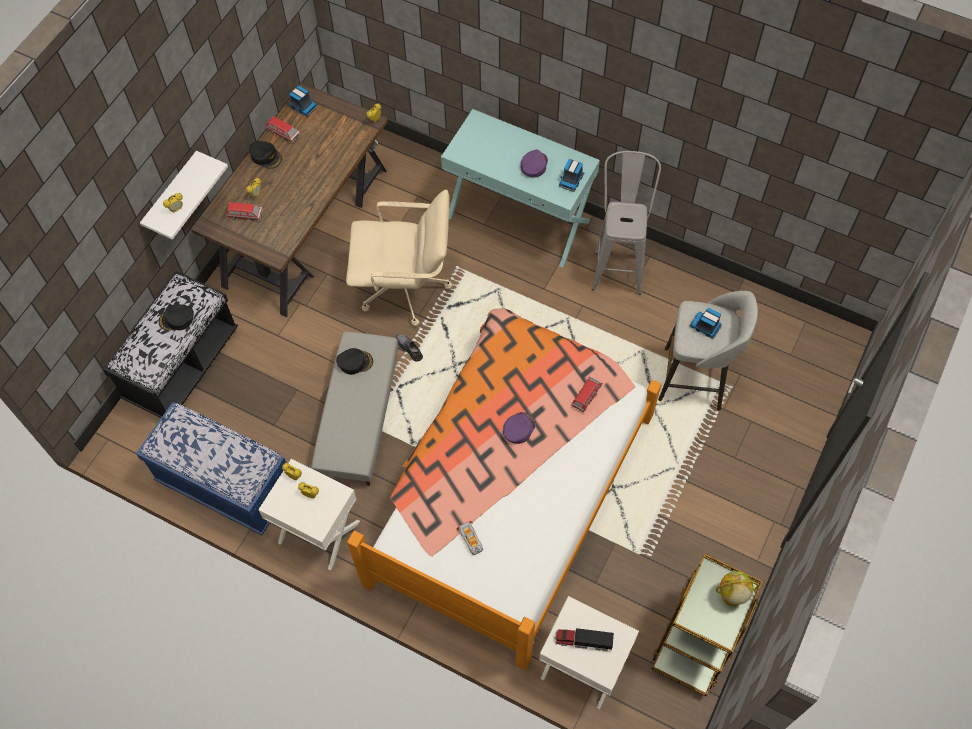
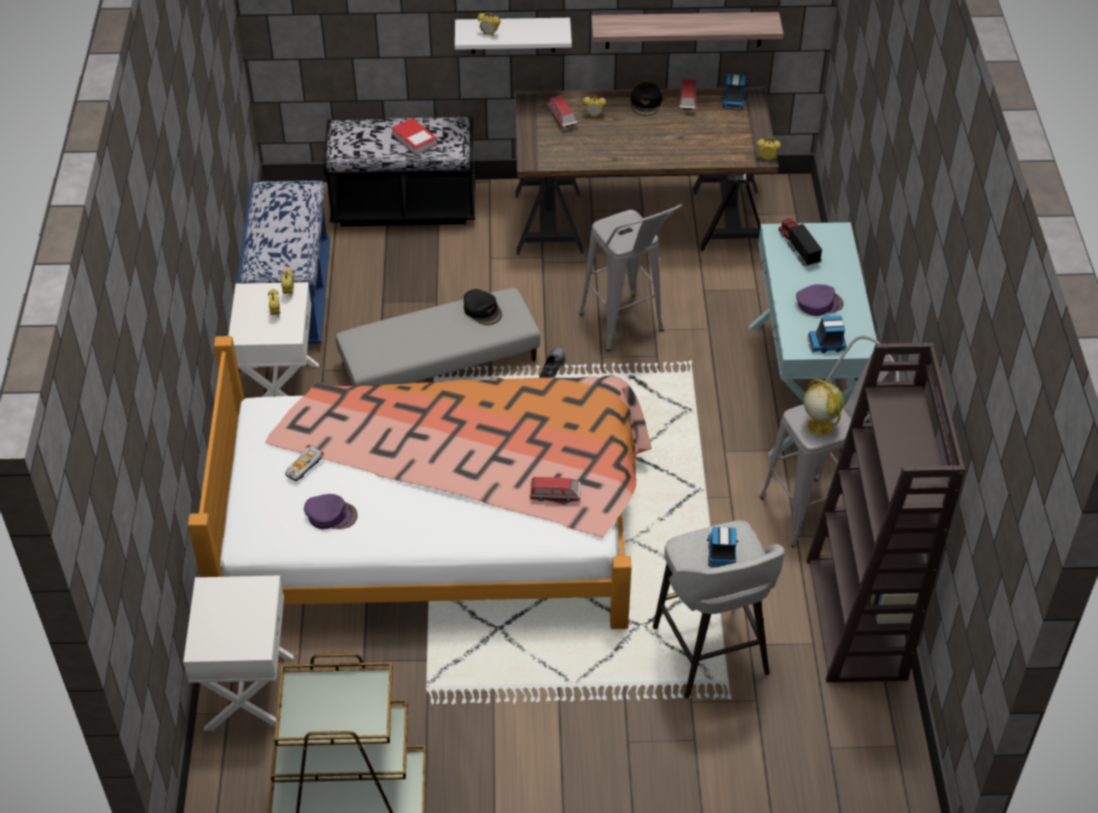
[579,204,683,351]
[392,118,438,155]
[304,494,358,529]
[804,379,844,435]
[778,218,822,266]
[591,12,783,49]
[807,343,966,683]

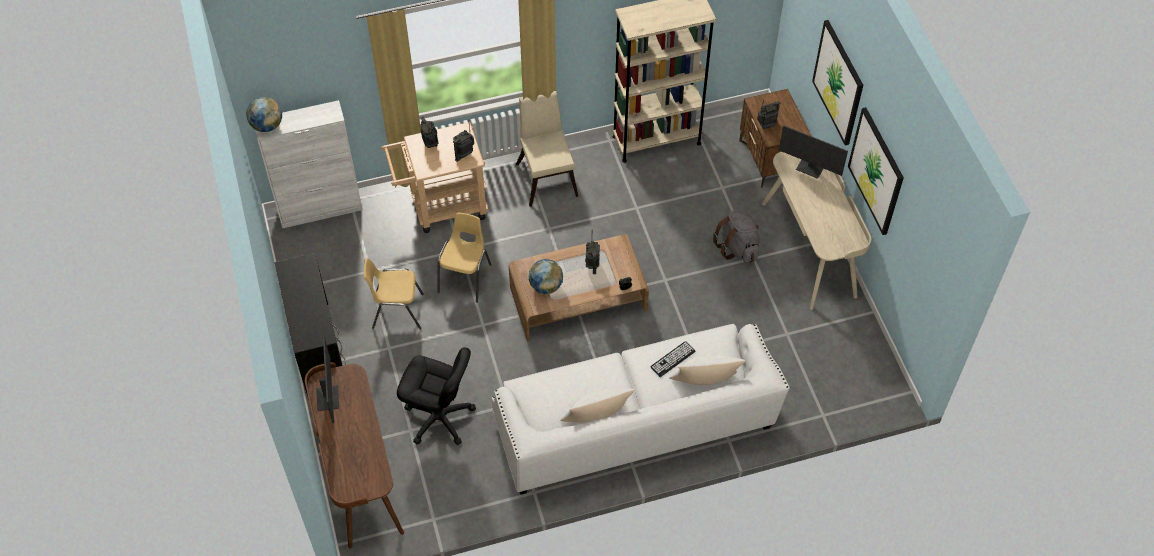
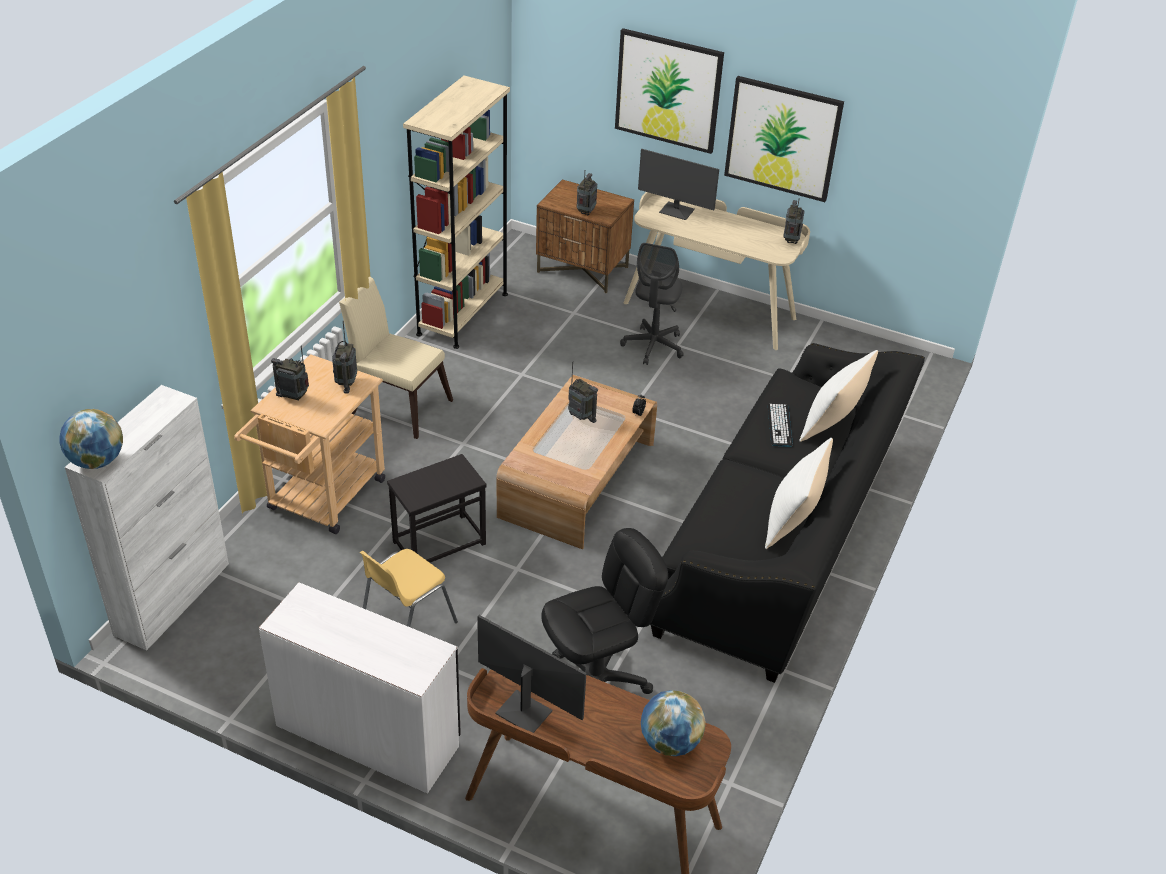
[638,149,719,220]
[620,243,684,365]
[387,454,487,563]
[259,582,461,794]
[641,690,706,756]
[650,343,925,683]
[783,198,804,244]

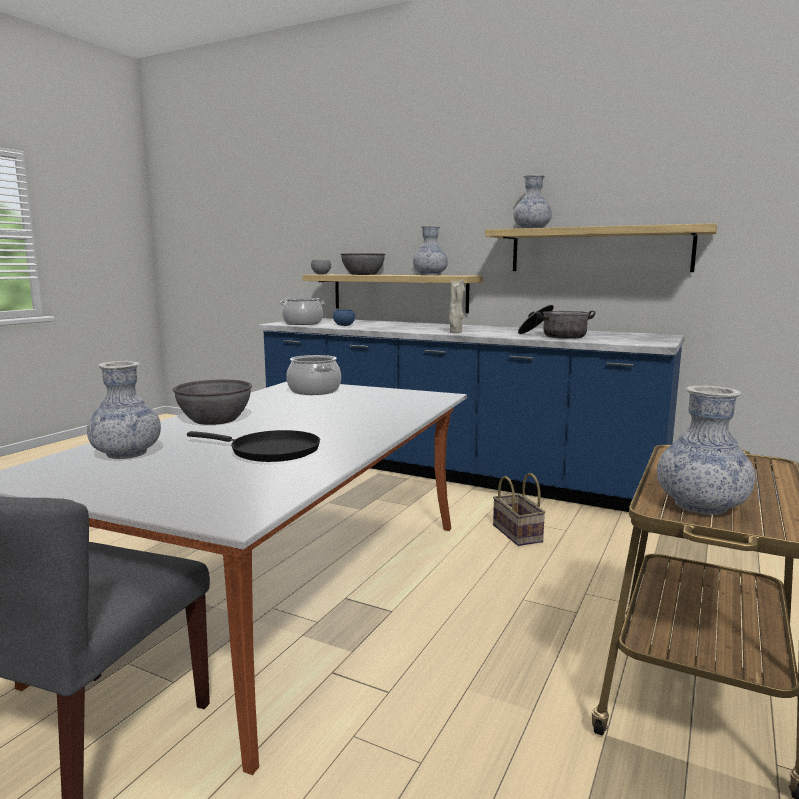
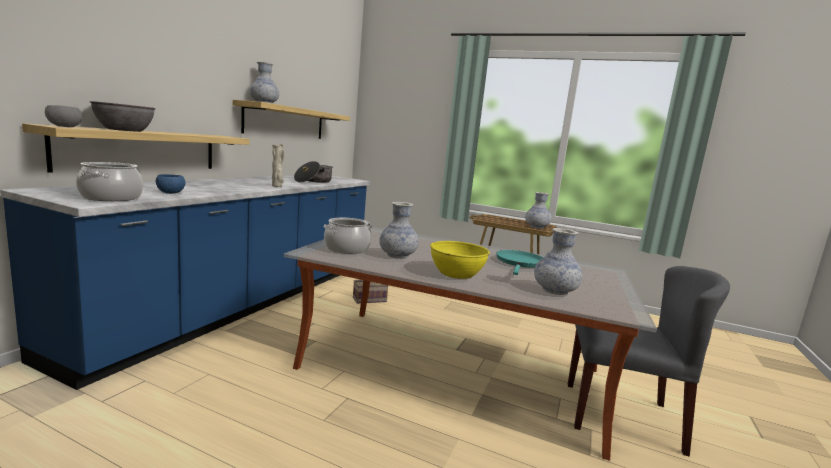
[379,202,419,259]
[430,241,490,279]
[496,250,543,275]

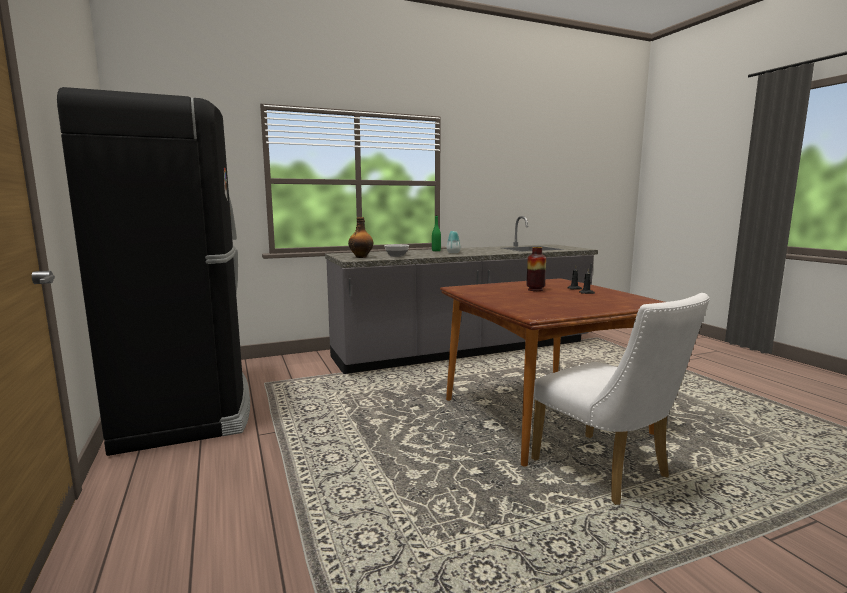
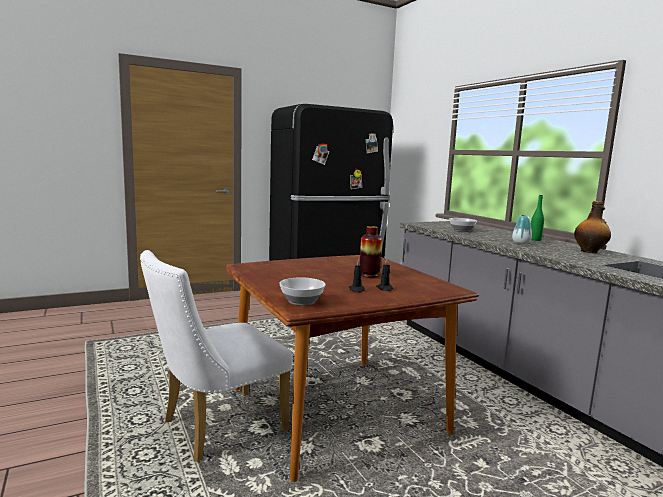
[574,201,611,253]
[279,277,326,306]

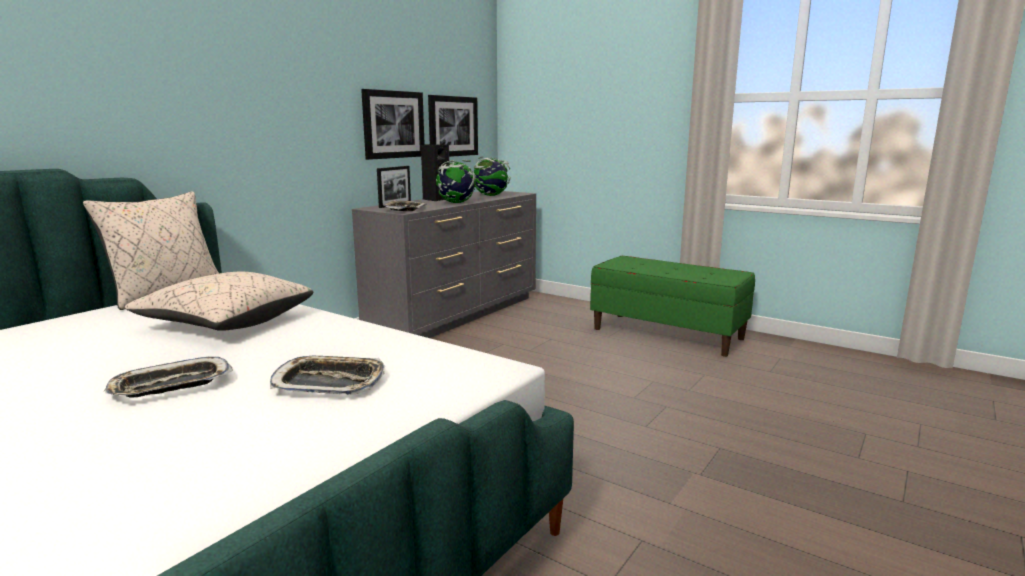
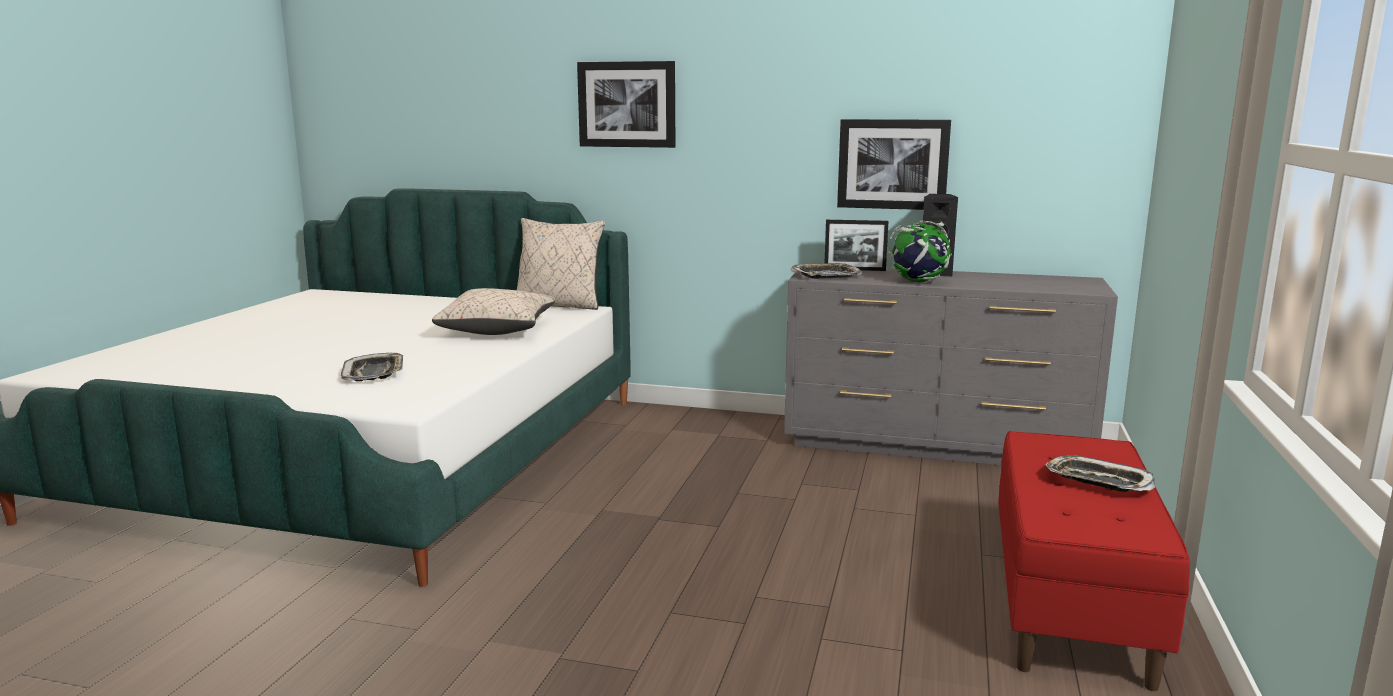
[577,61,675,148]
[474,157,511,196] (first image)
[998,431,1190,691]
[1046,455,1155,492]

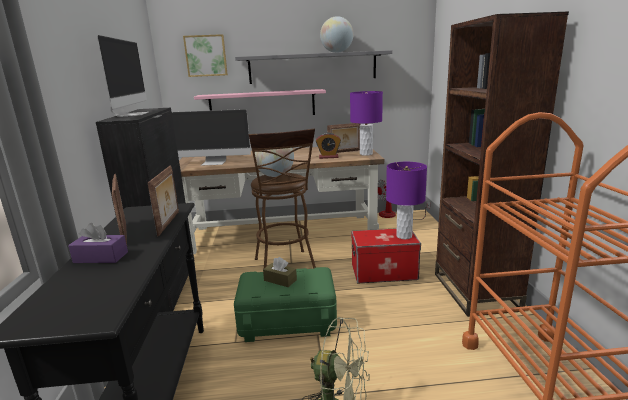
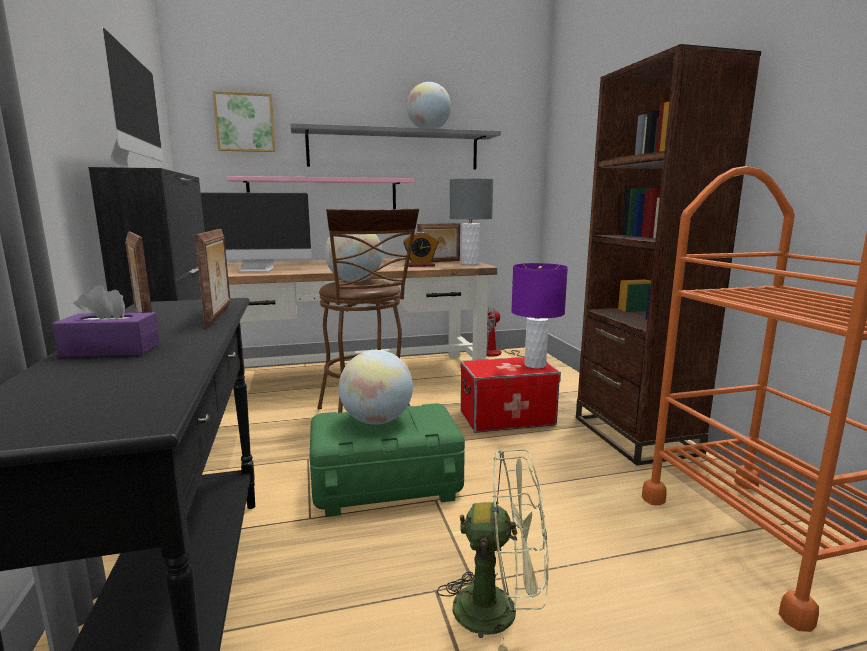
[450,179,493,265]
[339,350,413,425]

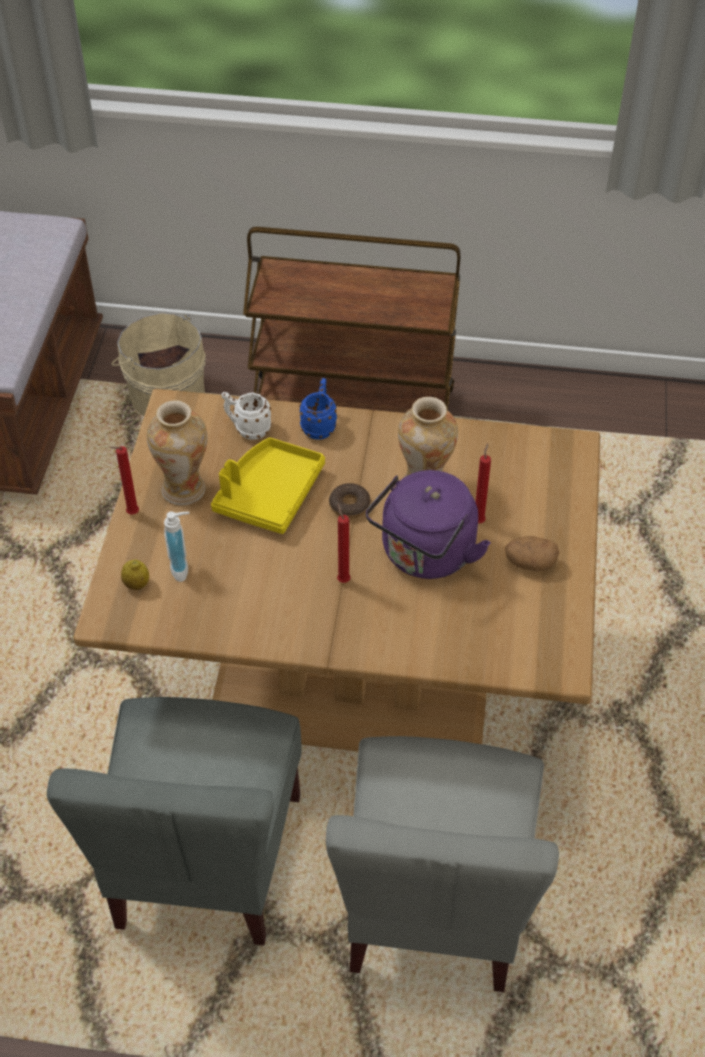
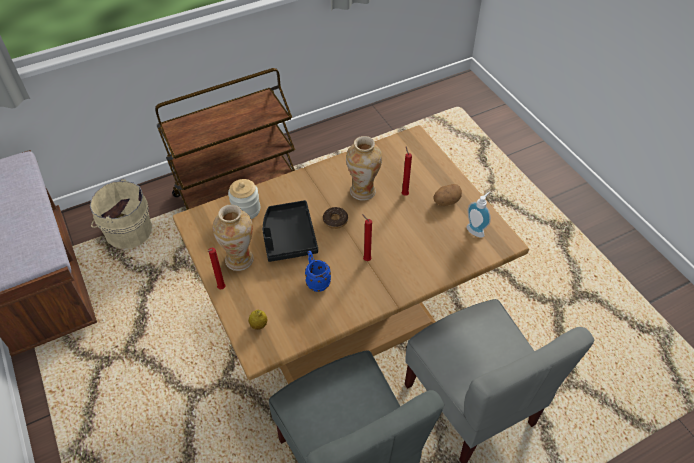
[305,251,331,292]
[228,179,261,219]
[262,200,318,262]
[366,470,491,579] (first image)
[466,192,491,238]

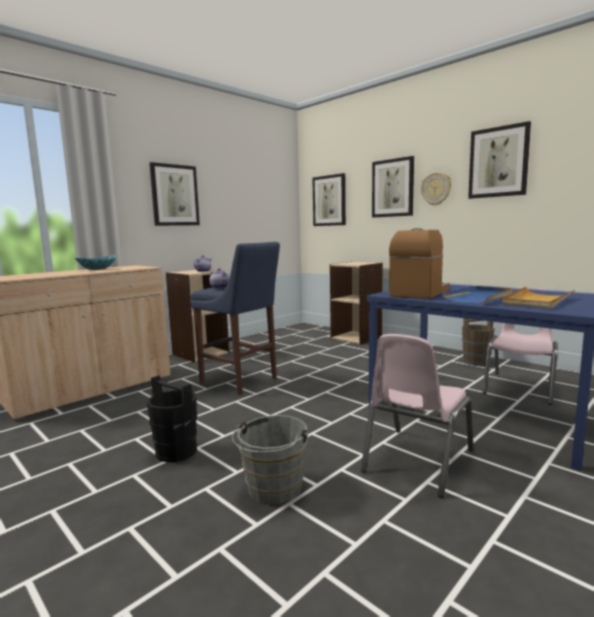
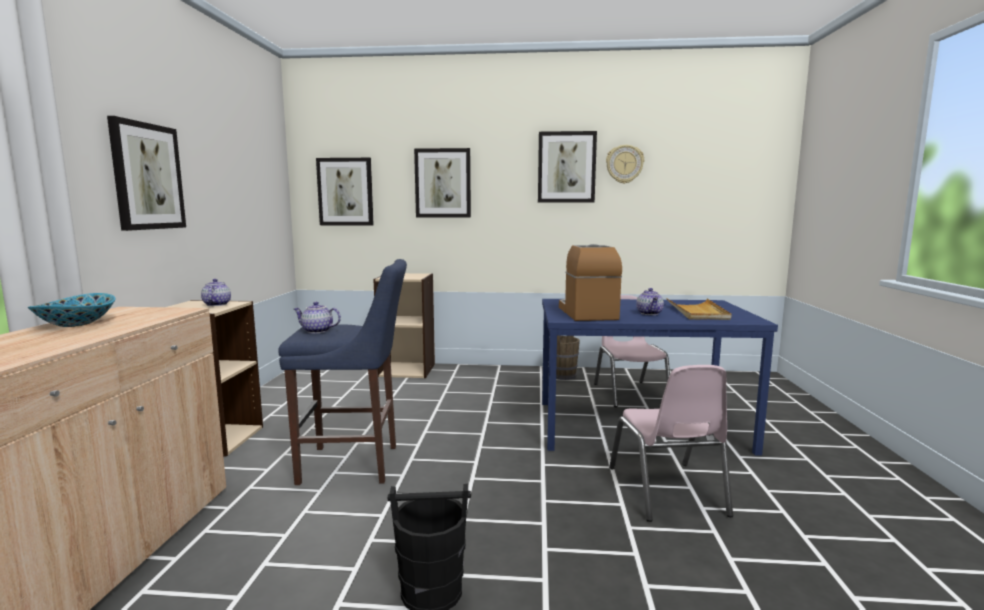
[606,145,644,184]
[636,288,664,315]
[232,415,308,504] (first image)

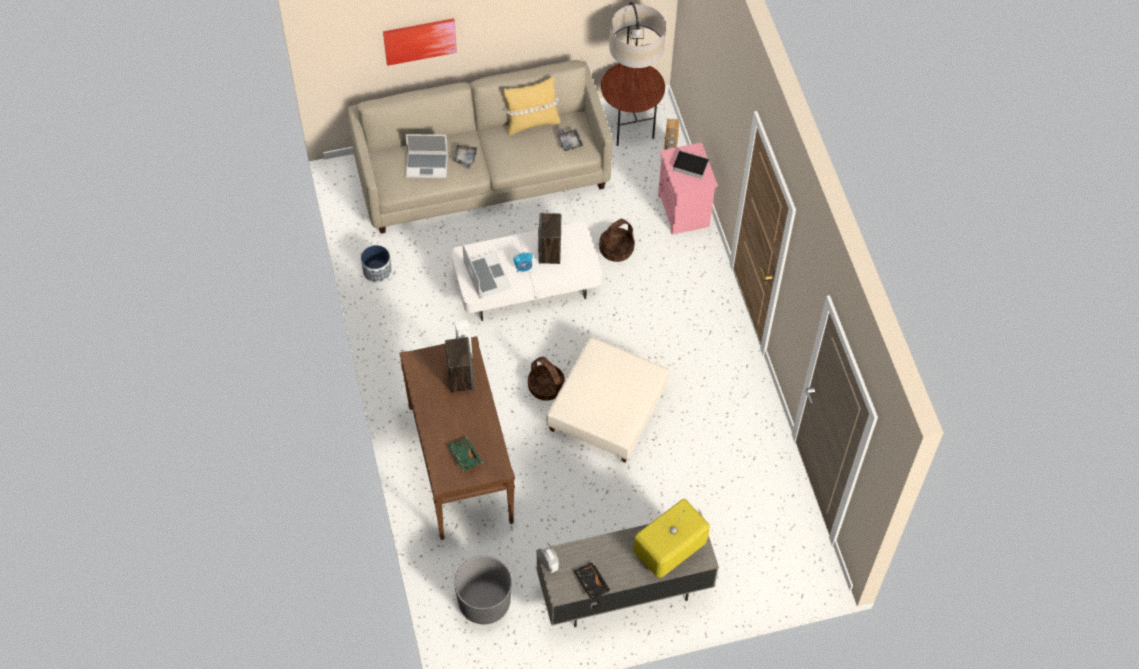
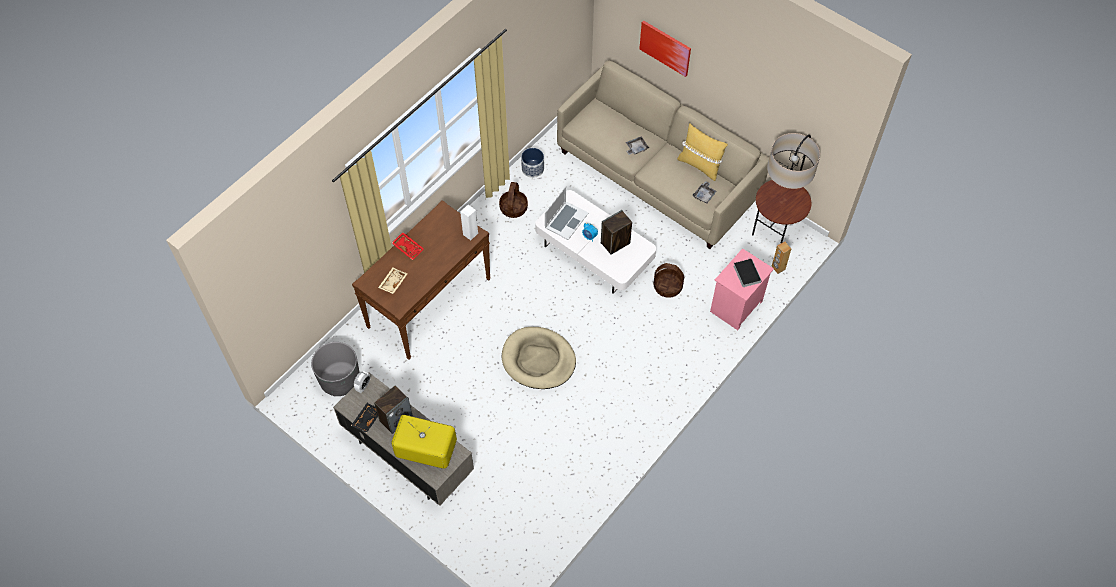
[406,134,448,178] (first image)
[374,386,413,434]
[502,327,576,389]
[499,182,528,218]
[378,268,407,294]
[392,232,424,260]

